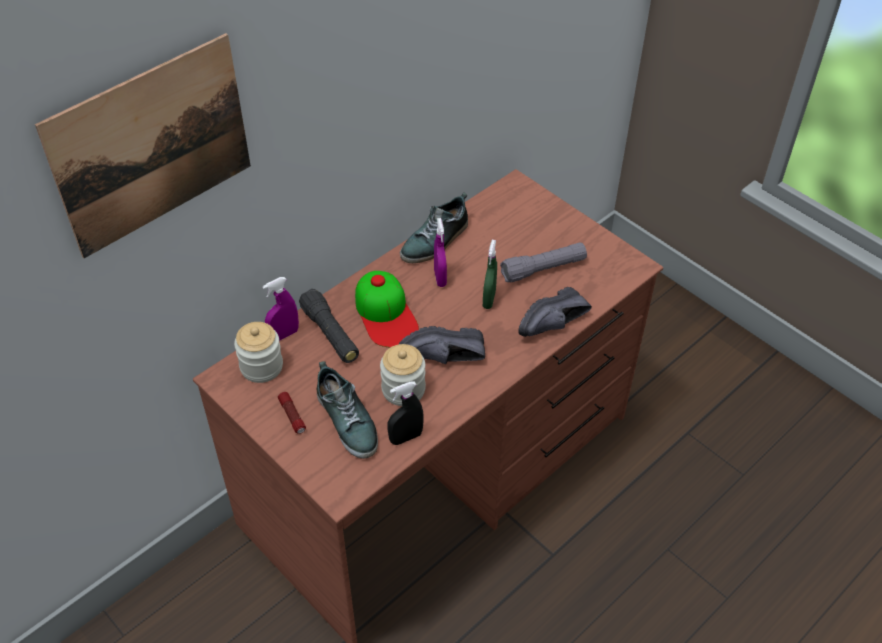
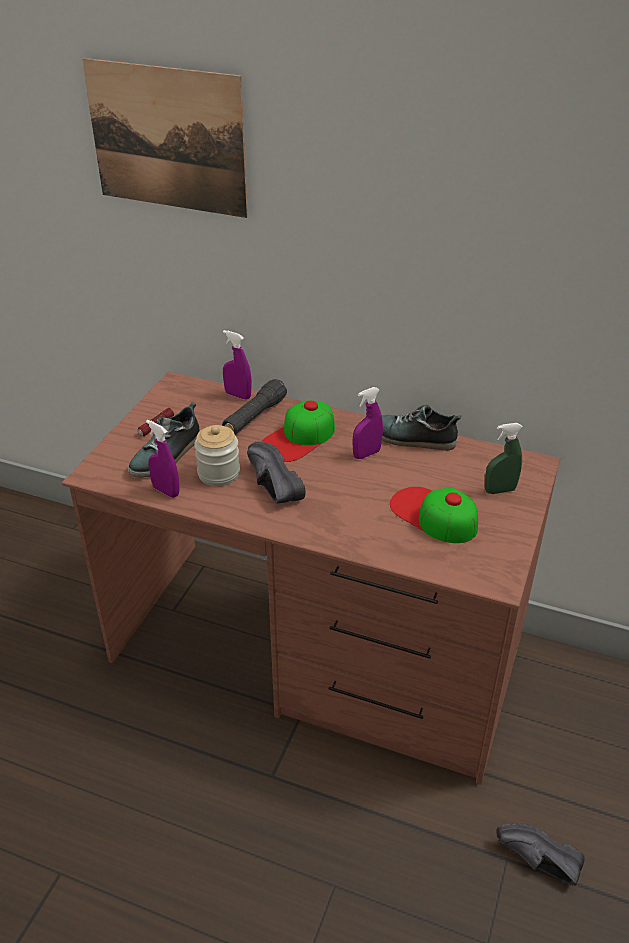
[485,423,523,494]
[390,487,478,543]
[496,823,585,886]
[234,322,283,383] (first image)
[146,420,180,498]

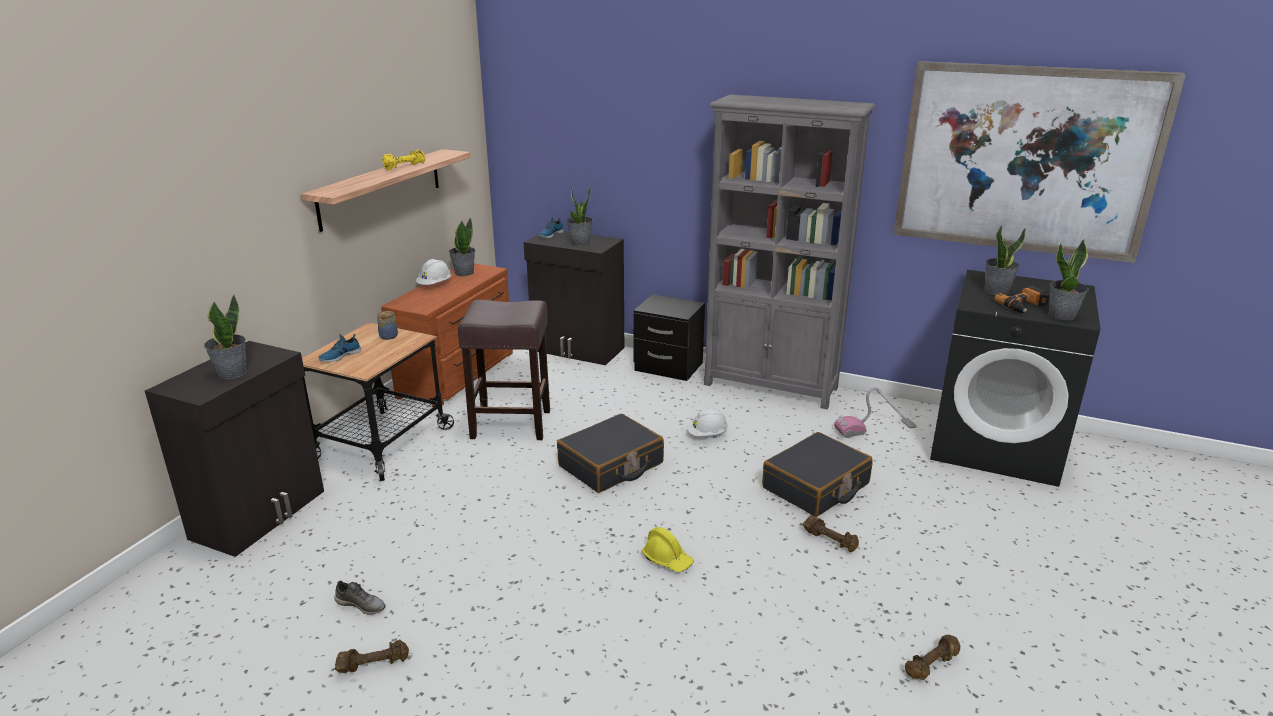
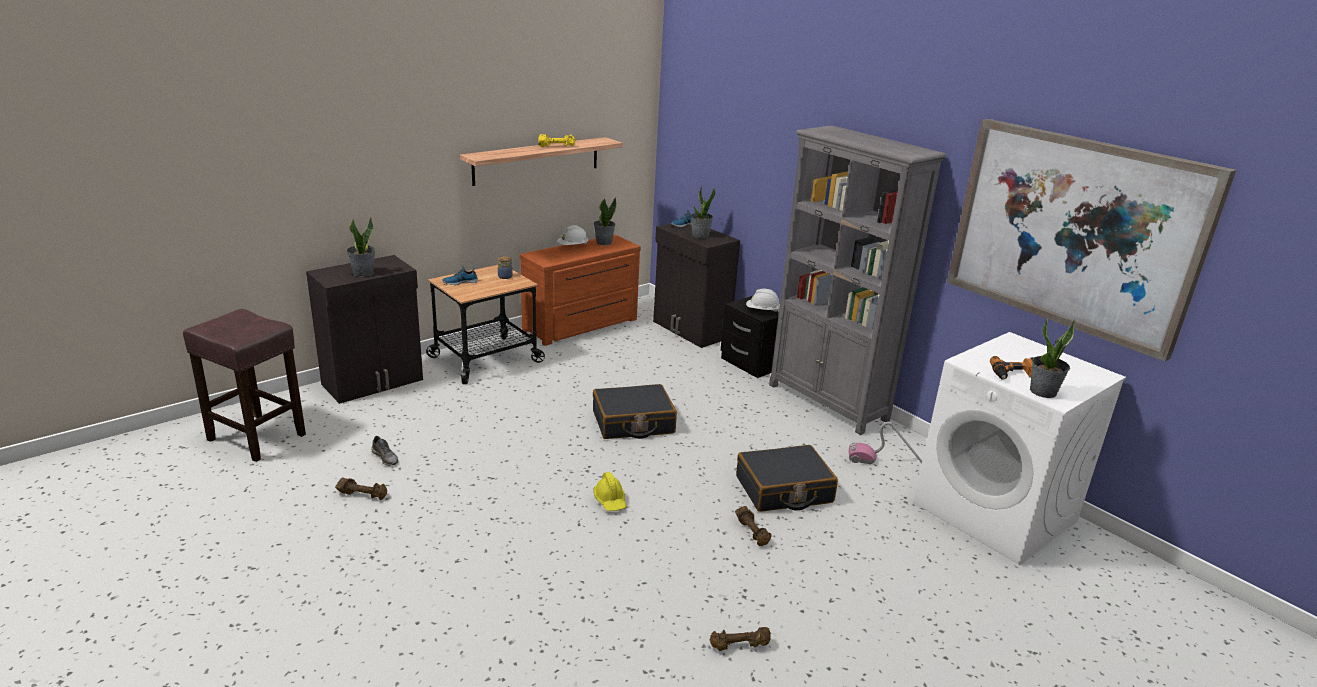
[985,225,1026,295] (first image)
[913,332,1126,565]
[183,309,306,462]
[746,289,780,312]

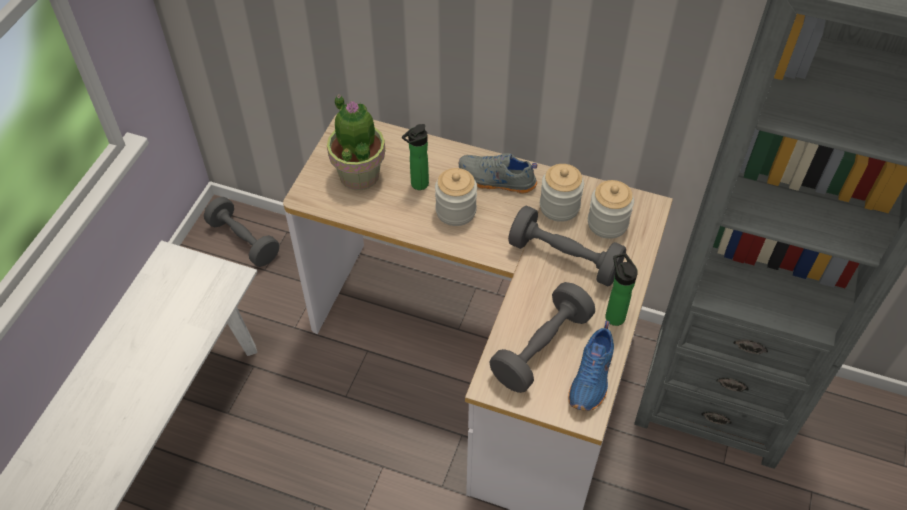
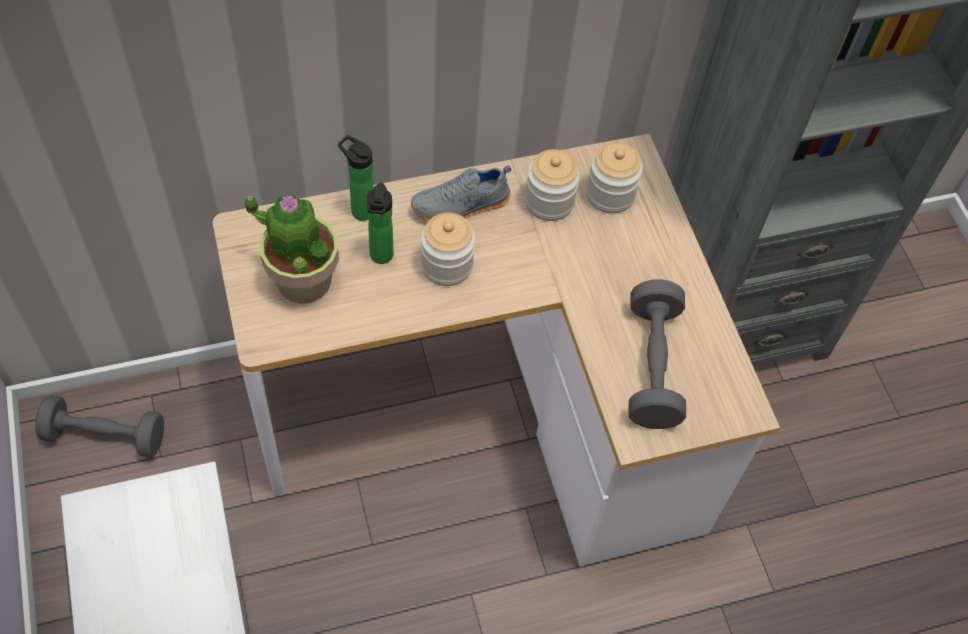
[508,205,626,286] (first image)
[338,135,374,221]
[568,320,614,411] (first image)

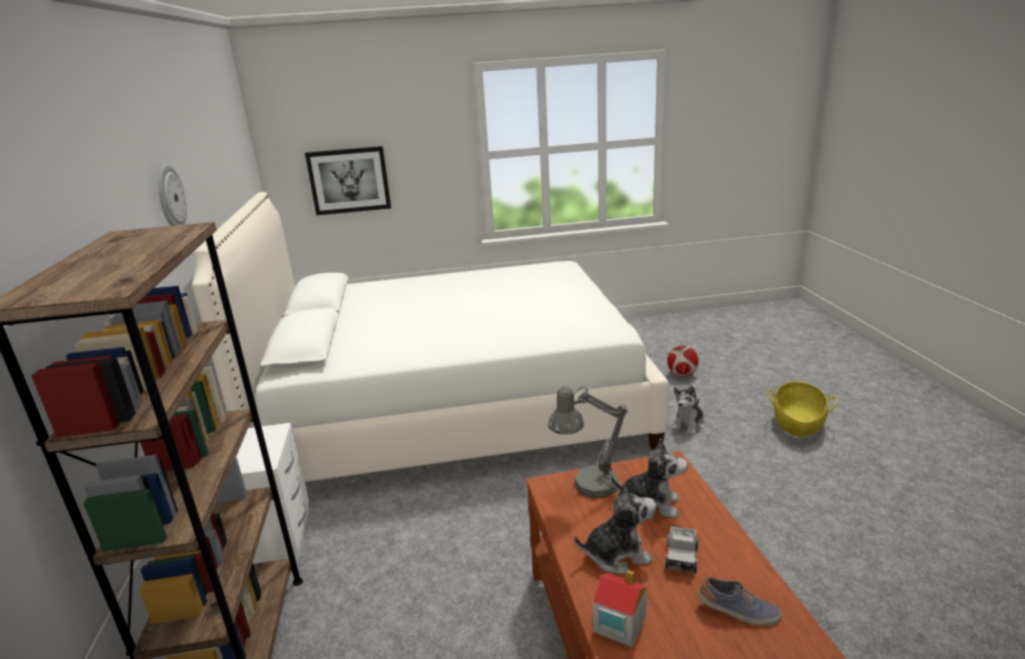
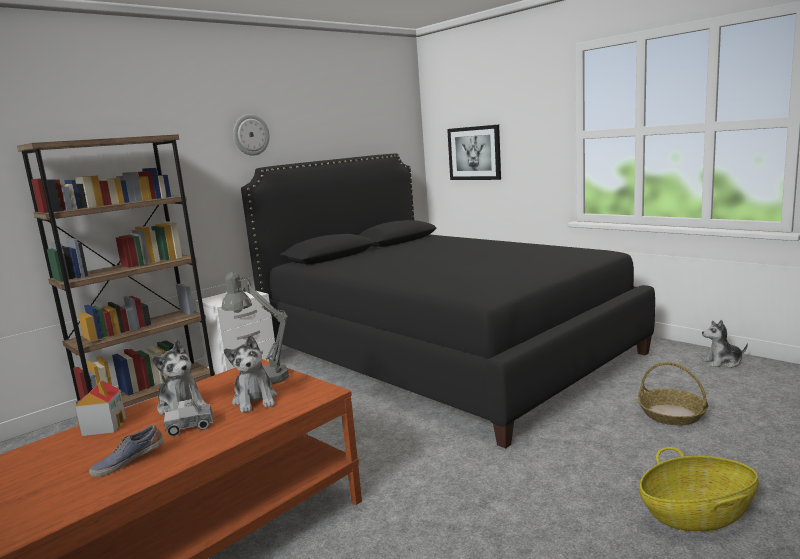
[241,154,655,449]
[638,362,708,425]
[701,320,748,368]
[89,424,164,477]

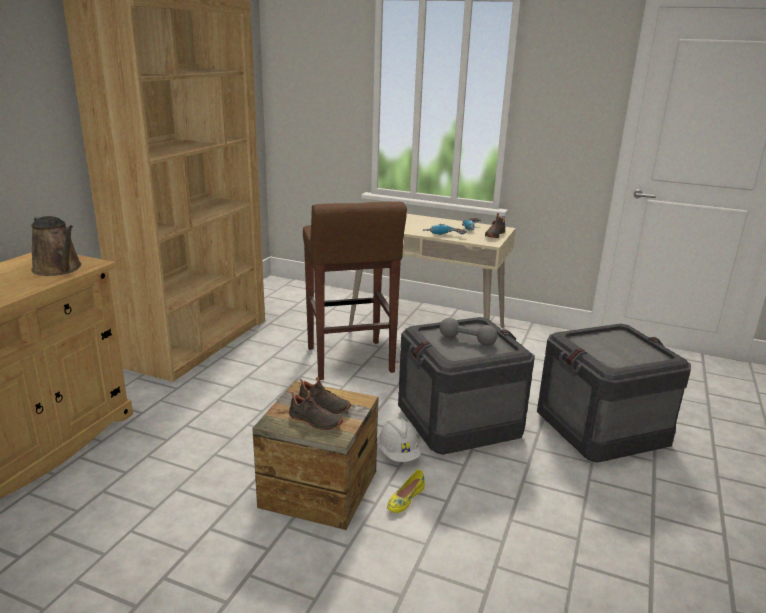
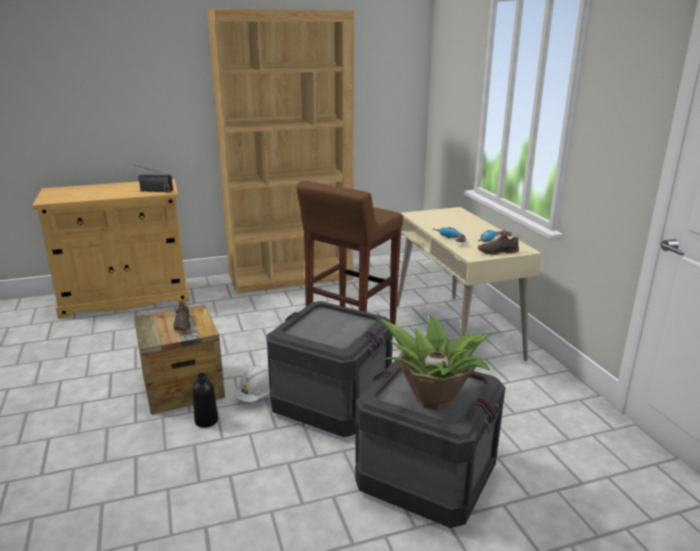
[123,161,173,192]
[440,318,497,346] (first image)
[289,391,343,430] (first image)
[192,373,218,428]
[379,315,490,410]

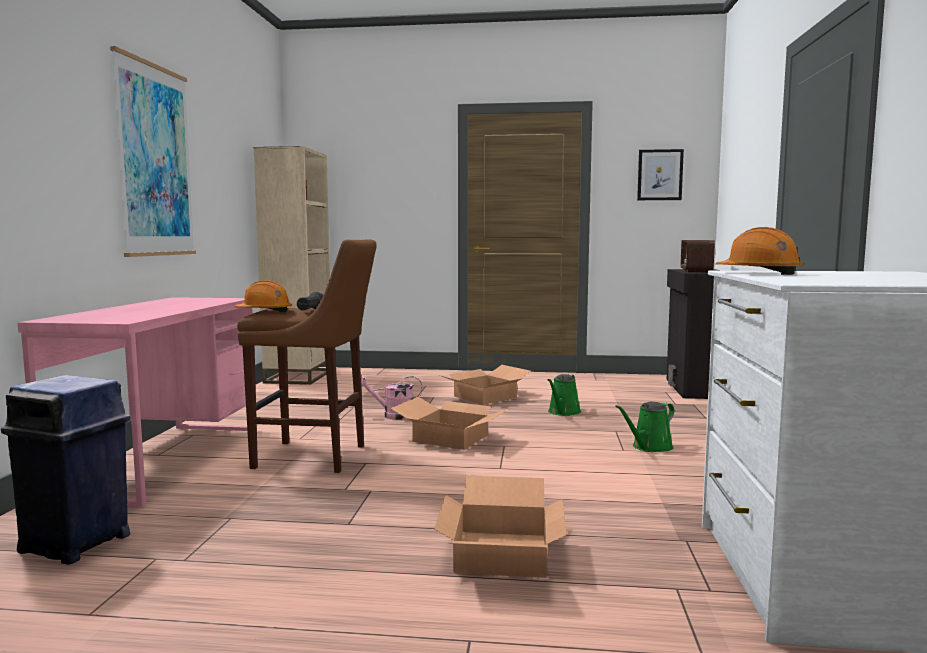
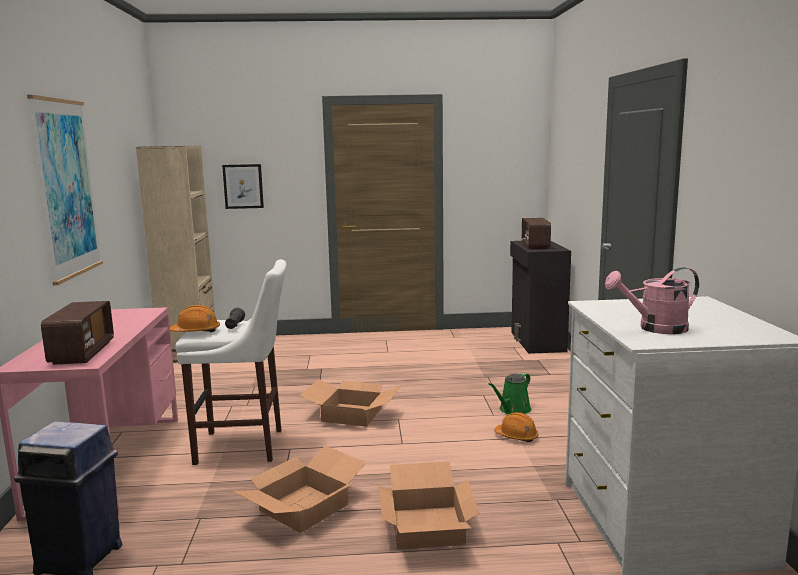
[222,164,264,209]
[494,412,539,442]
[176,259,287,465]
[233,446,367,533]
[547,374,581,416] (first image)
[605,267,699,334]
[41,301,114,365]

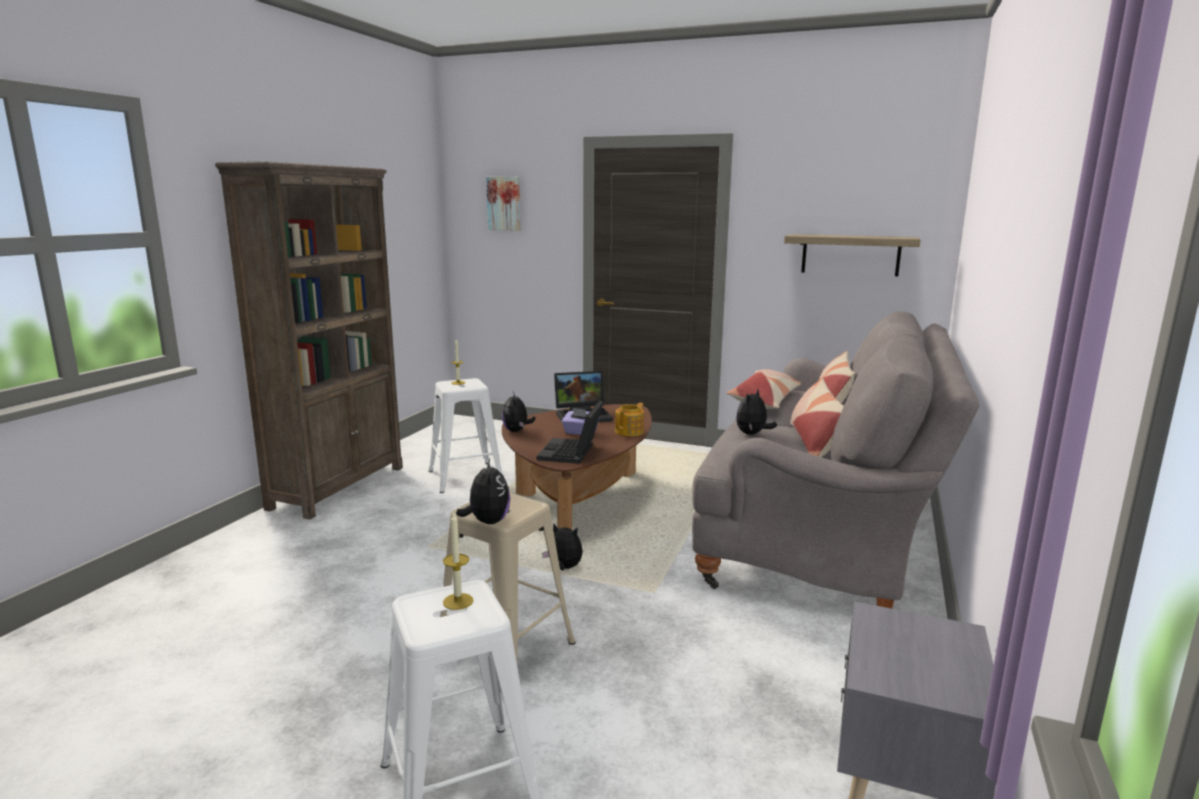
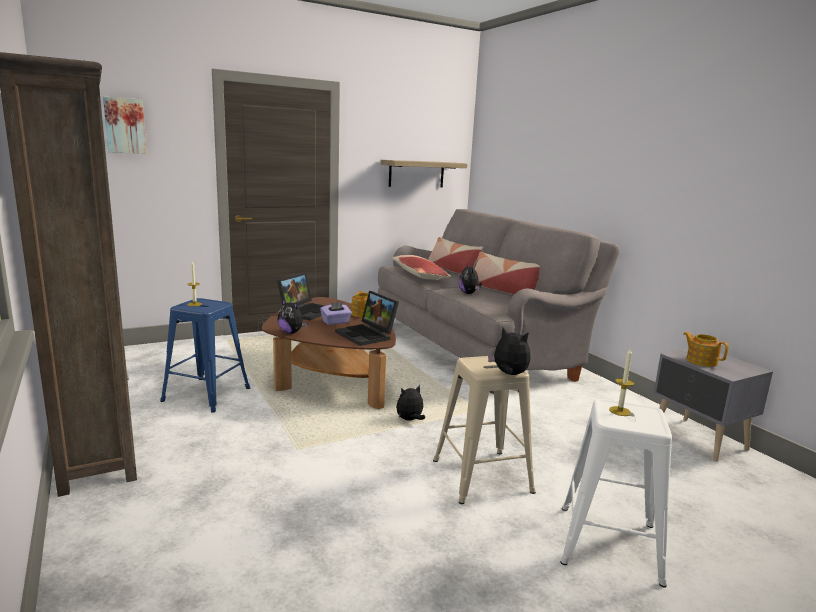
[160,298,250,413]
[683,332,729,367]

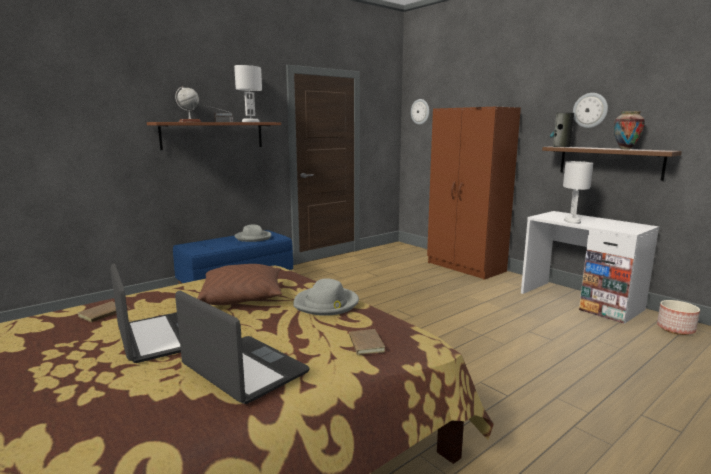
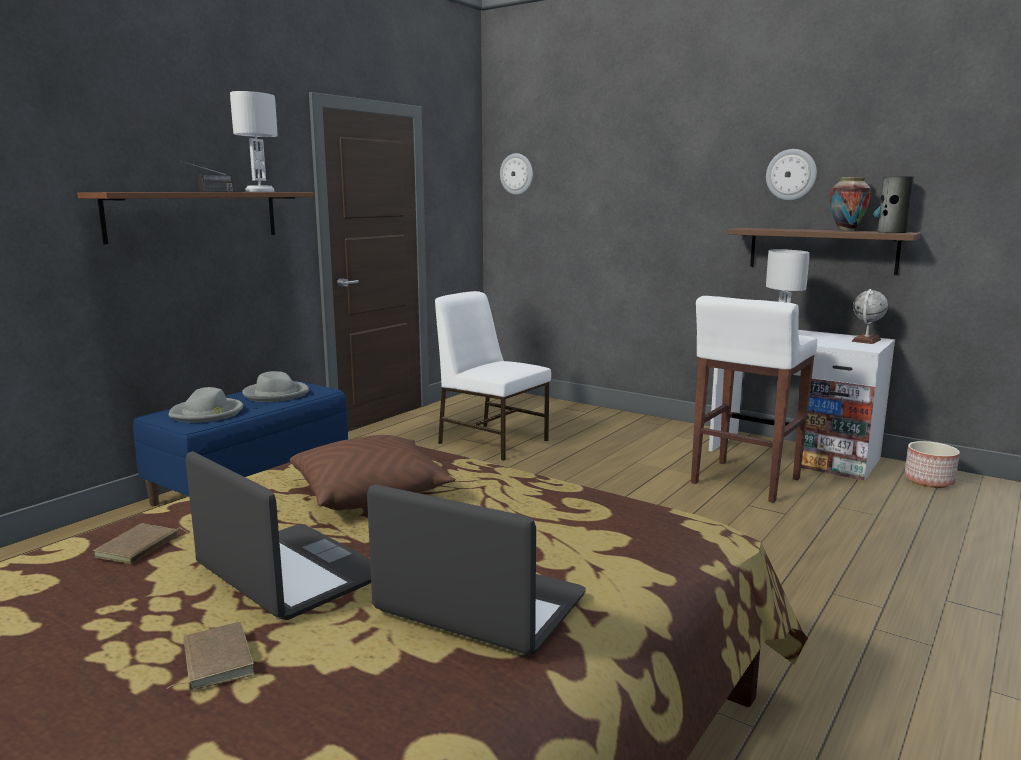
[851,289,888,344]
[427,107,521,280] (first image)
[873,176,914,233]
[169,387,243,423]
[167,622,254,691]
[435,291,551,461]
[691,296,817,503]

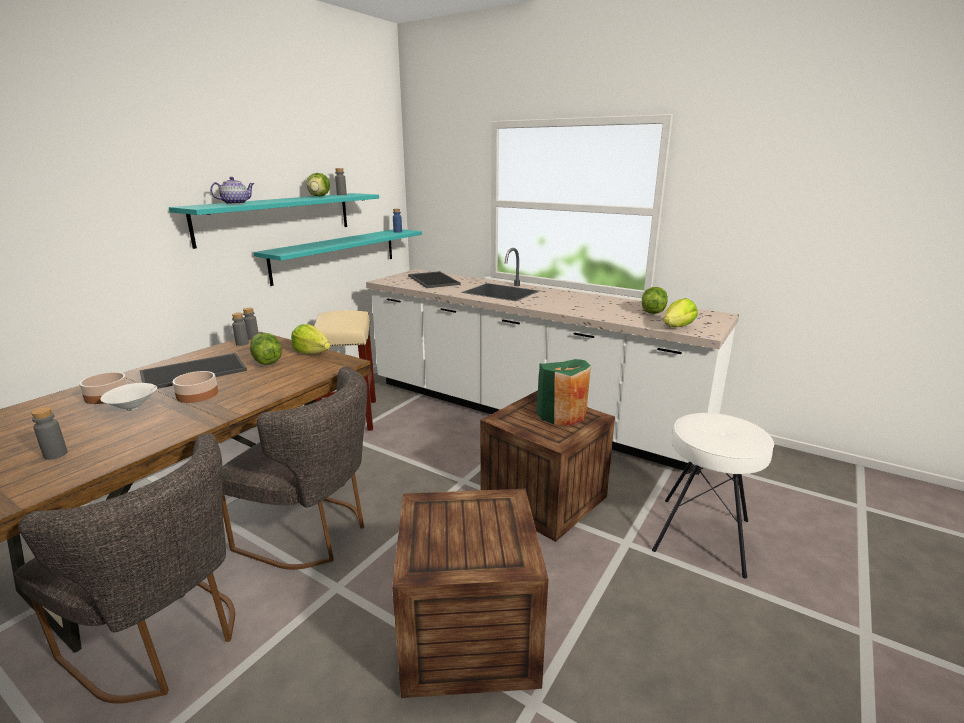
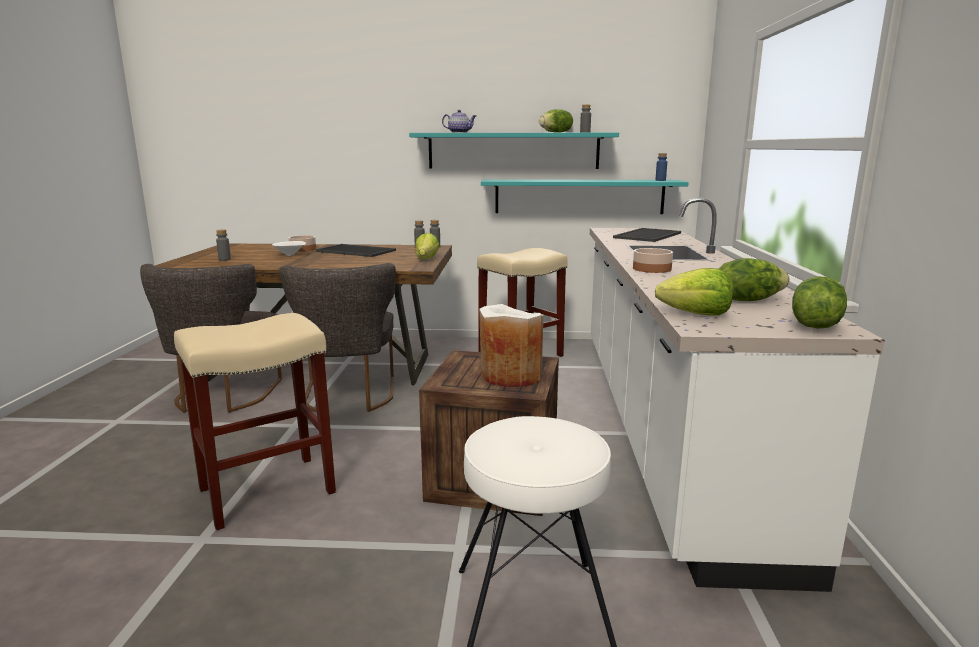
[792,277,847,329]
[479,304,543,388]
[633,248,673,273]
[174,313,336,530]

